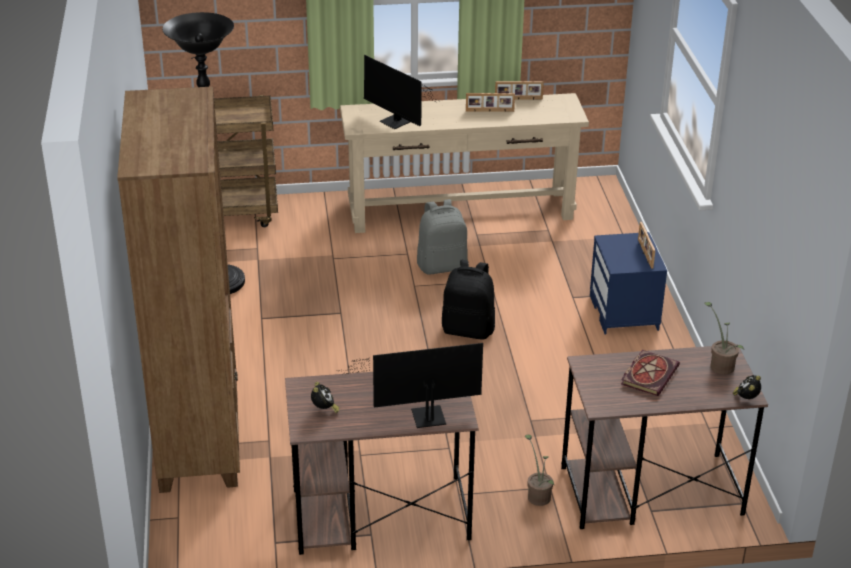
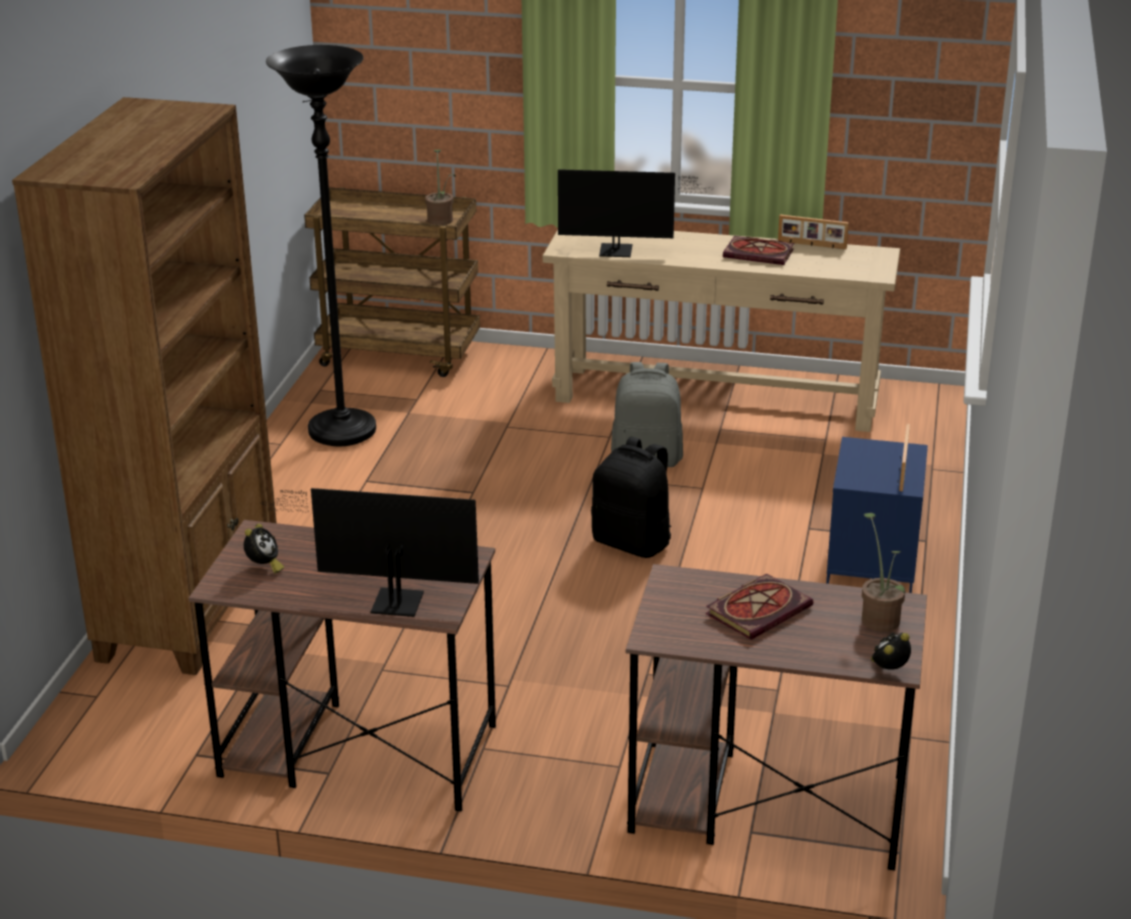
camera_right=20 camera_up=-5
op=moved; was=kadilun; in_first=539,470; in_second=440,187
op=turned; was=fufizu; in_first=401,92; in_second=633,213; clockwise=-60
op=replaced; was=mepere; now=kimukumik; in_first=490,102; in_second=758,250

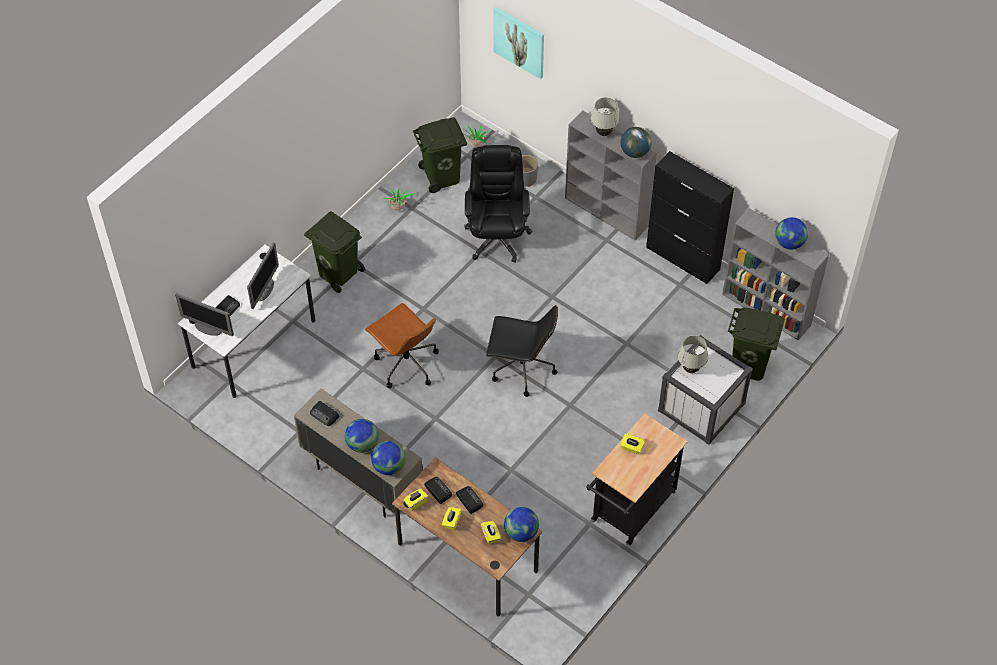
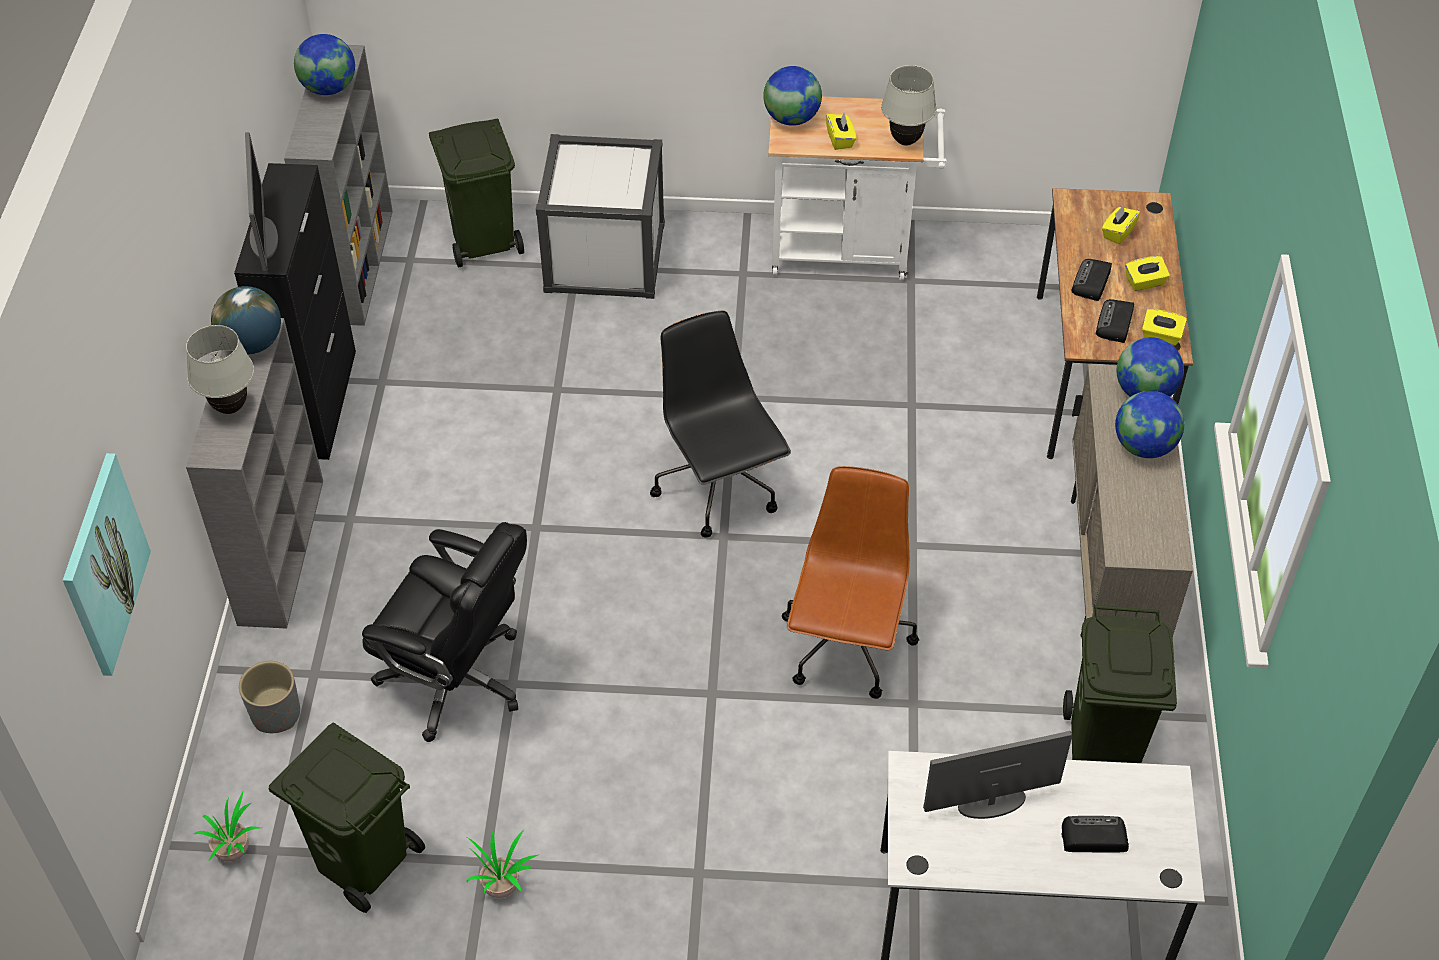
camera_right=-125 camera_up=-5
op=moved; was=fufizu; in_first=204,315; in_second=261,202
op=turned; was=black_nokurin; in_first=498,204; in_second=444,632; clockwise=-120
op=moved; was=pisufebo; in_first=521,524; in_second=792,96
op=recoloured; was=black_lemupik; now=white_lemupik; in_first=637,479; in_second=857,189
op=moved; was=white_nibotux; in_first=693,354; in_second=909,105
op=moved; was=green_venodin; in_first=334,252; in_second=1120,684
op=removed; was=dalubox; in_first=324,413

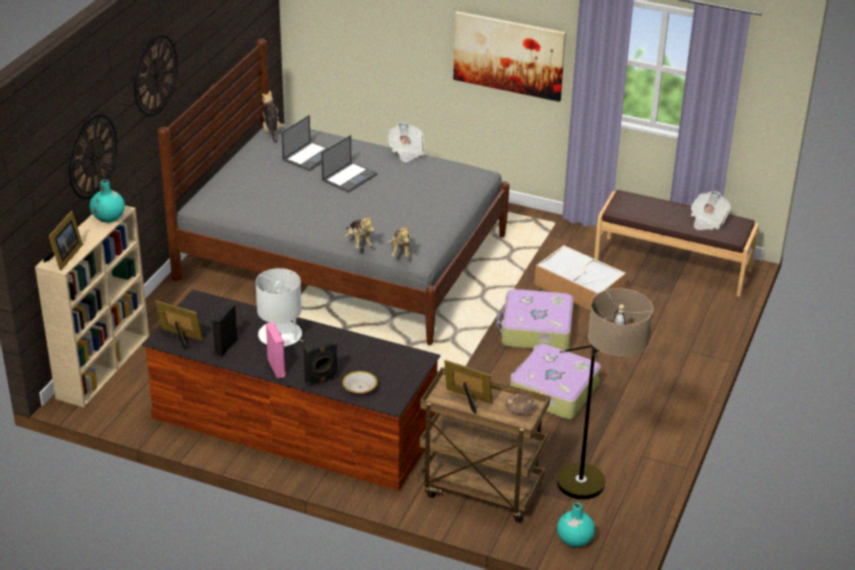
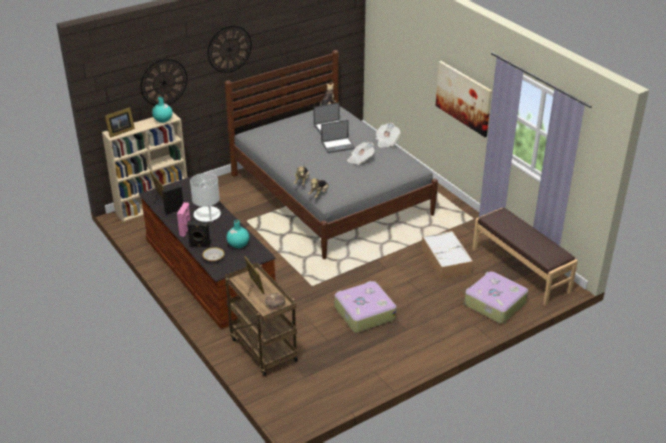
camera_right=35 camera_up=0
op=moved; was=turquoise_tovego; in_first=576,524; in_second=238,234
op=moved; was=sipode; in_first=711,210; in_second=361,153
op=moved; was=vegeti; in_first=535,319; in_second=496,297
op=removed; was=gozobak; in_first=605,393

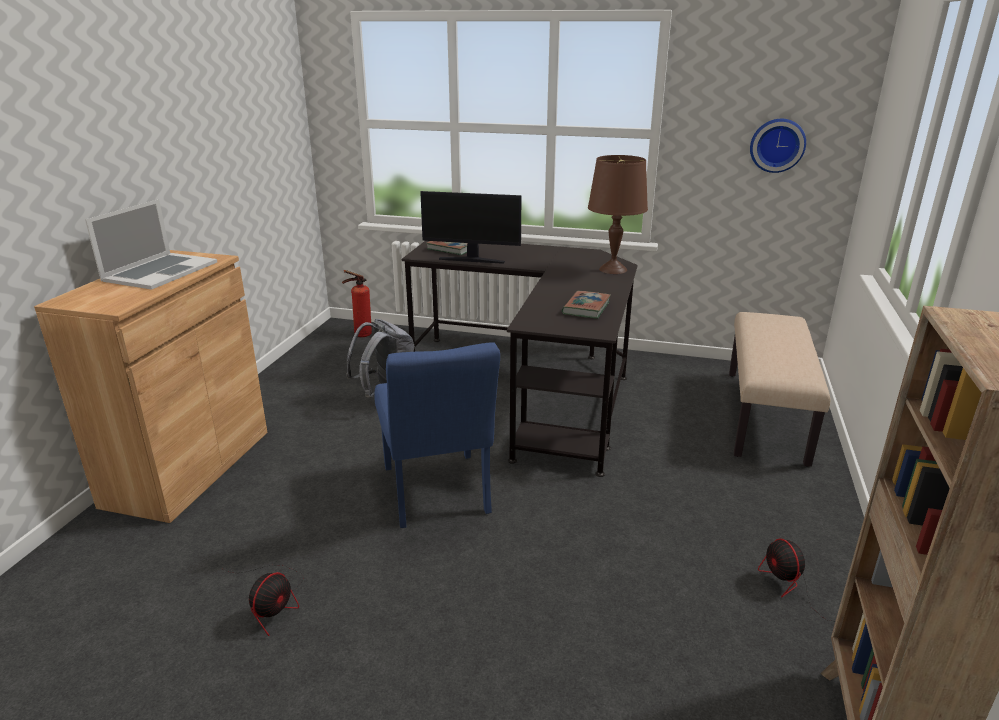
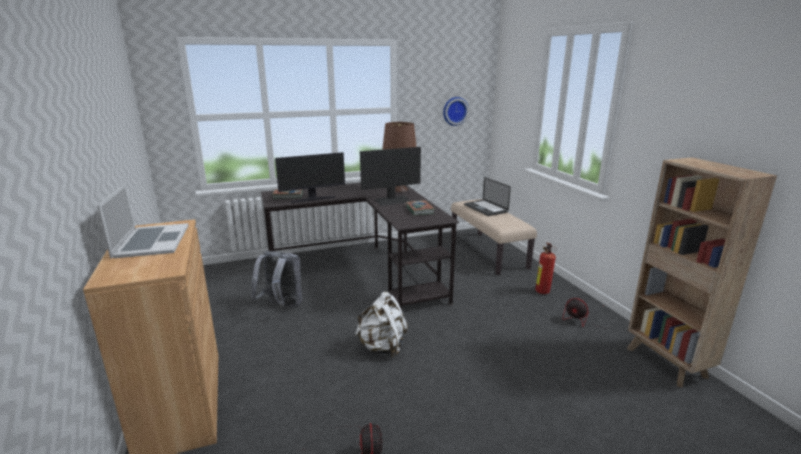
camera_right=-35 camera_up=-5
op=replaced; was=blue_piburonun; now=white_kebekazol; in_first=437,435; in_second=381,324
op=added; now=fufizu; in_second=390,176
op=added; now=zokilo; in_second=487,196
op=moved; was=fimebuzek; in_first=357,303; in_second=546,268

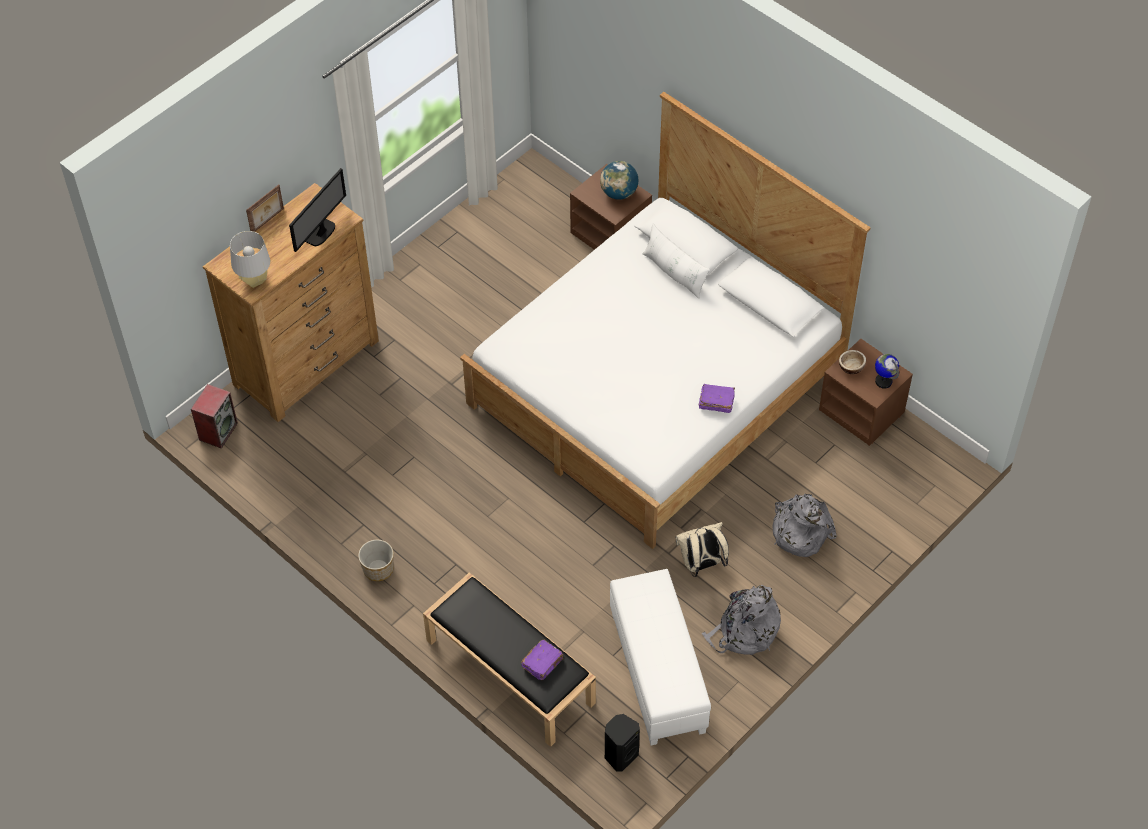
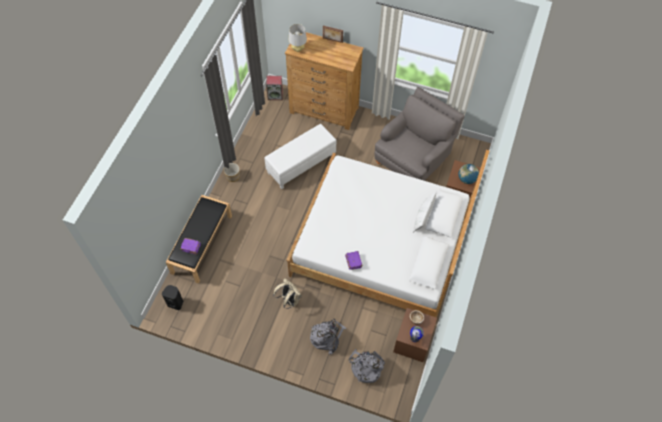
camera_right=65 camera_up=5
op=moved; was=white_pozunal; in_first=660,657; in_second=300,156
op=moved; was=grey_kebekazol; in_first=741,620; in_second=367,366
op=added; now=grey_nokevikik; in_second=419,134
op=removed; was=fufizu; in_first=317,210

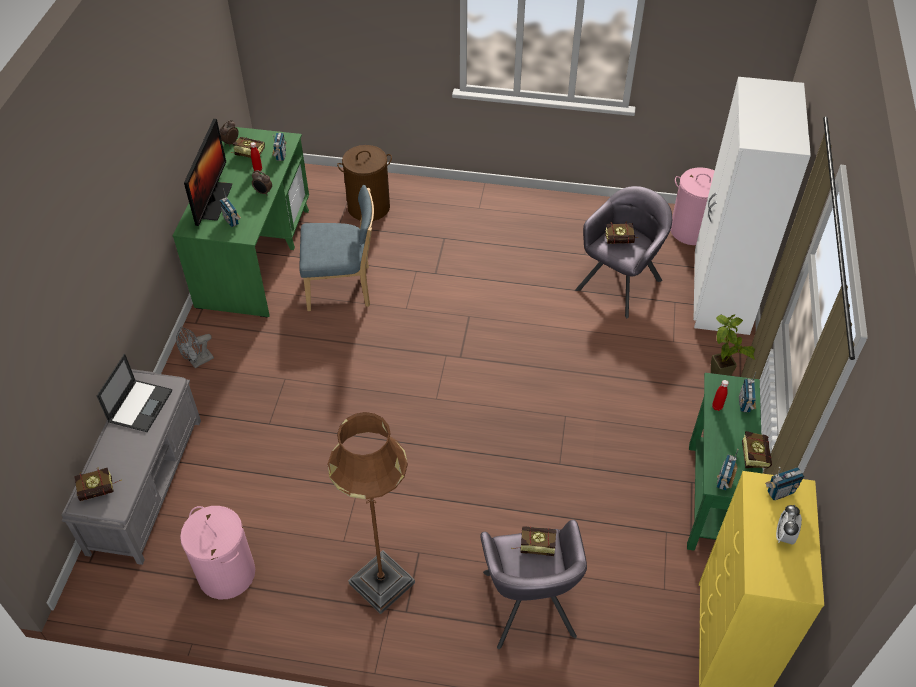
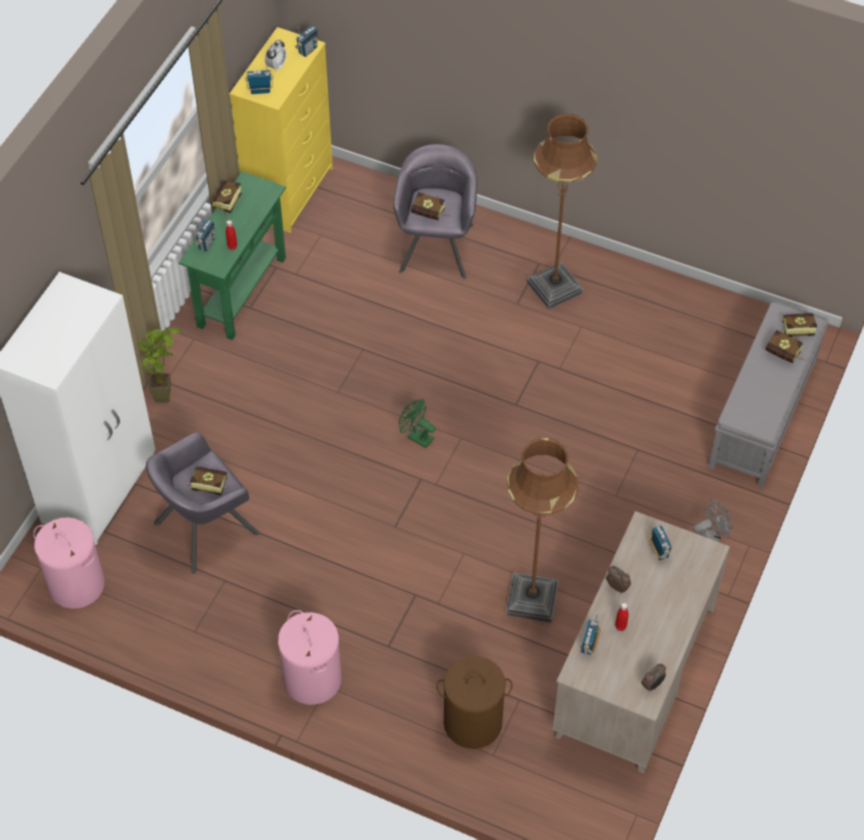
camera_right=-165 camera_up=5
op=moved; was=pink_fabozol; in_first=217,552; in_second=309,657
op=moved; was=dalubox; in_first=728,469; in_second=306,41
op=added; now=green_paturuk; in_second=416,423
op=replaced; was=blue_piburonun; now=brown_gozobak; in_first=336,248; in_second=542,530
op=recoloured; was=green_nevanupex; now=beige_nevanupex; in_first=240,222; in_second=641,642
op=moved; was=kimukumik; in_first=247,147; in_second=785,346
op=removed; was=zokilo; in_first=134,393
op=removed; was=fufizu; in_first=208,172

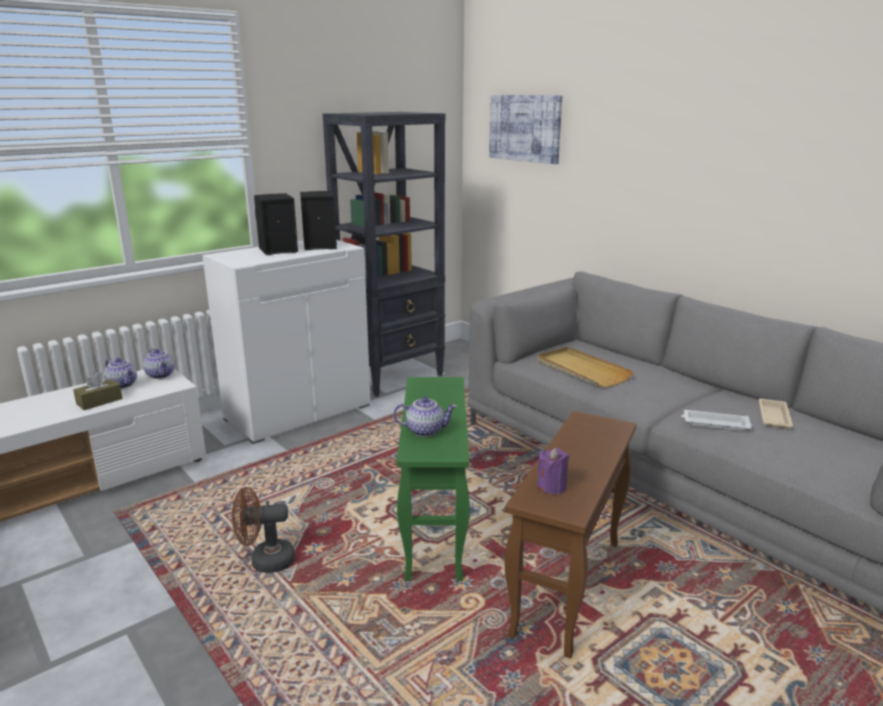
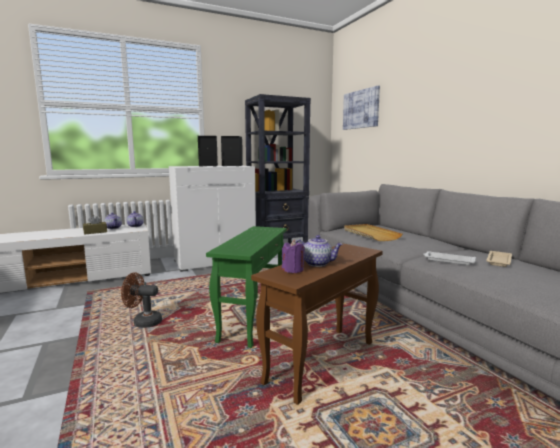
camera_right=15 camera_up=-10
op=moved; was=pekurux; in_first=425,417; in_second=319,251

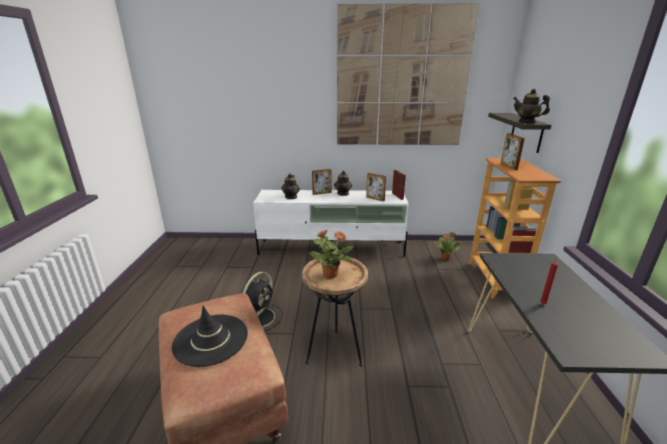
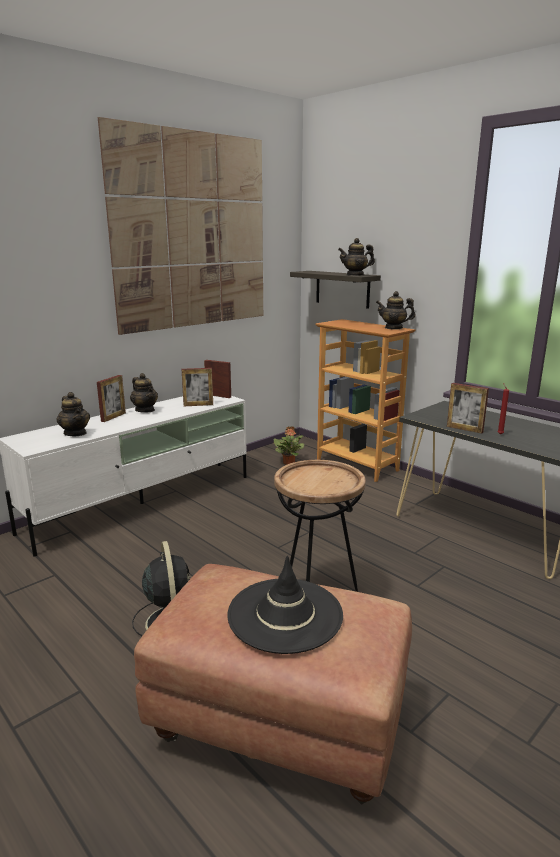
camera_right=-45 camera_up=-5
op=added; now=pekurux; in_second=395,310
op=moved; was=mepere; in_first=512,152; in_second=468,408
op=removed; was=kadilun; in_first=330,254

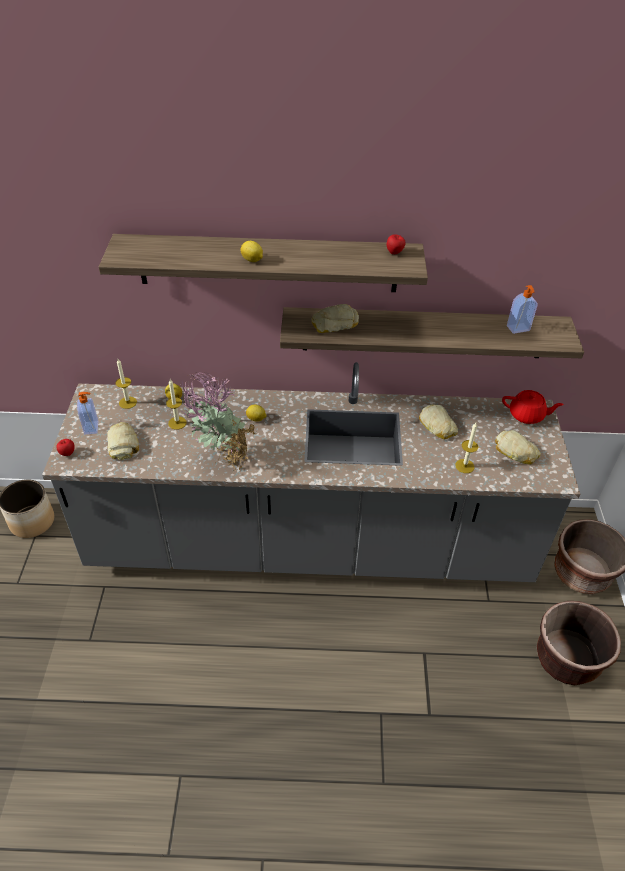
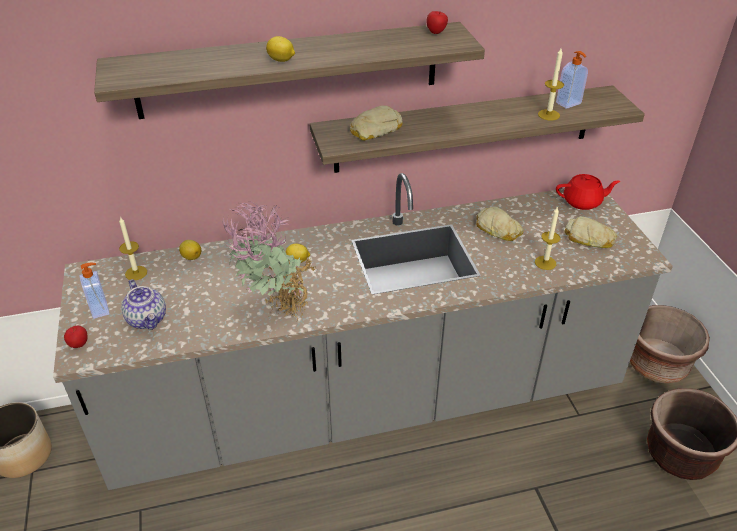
camera_right=-15 camera_up=-5
op=replaced; was=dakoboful; now=pekurux; in_first=123,441; in_second=143,304
op=moved; was=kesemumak; in_first=176,404; in_second=551,84

